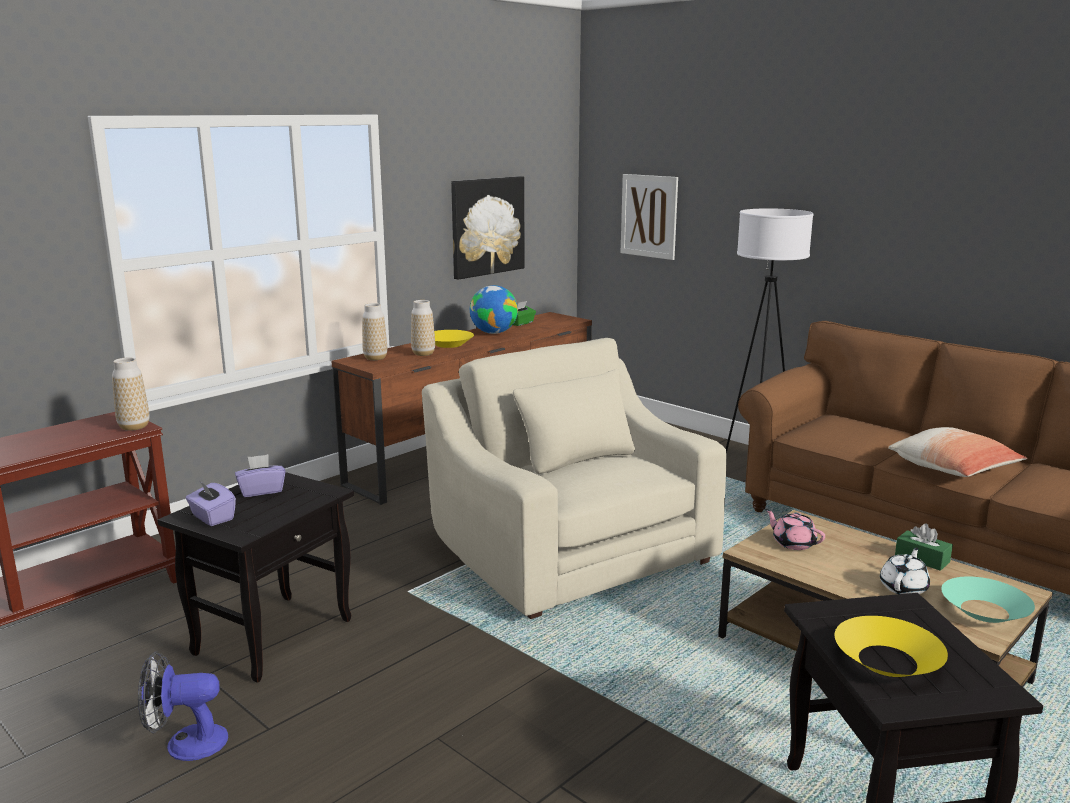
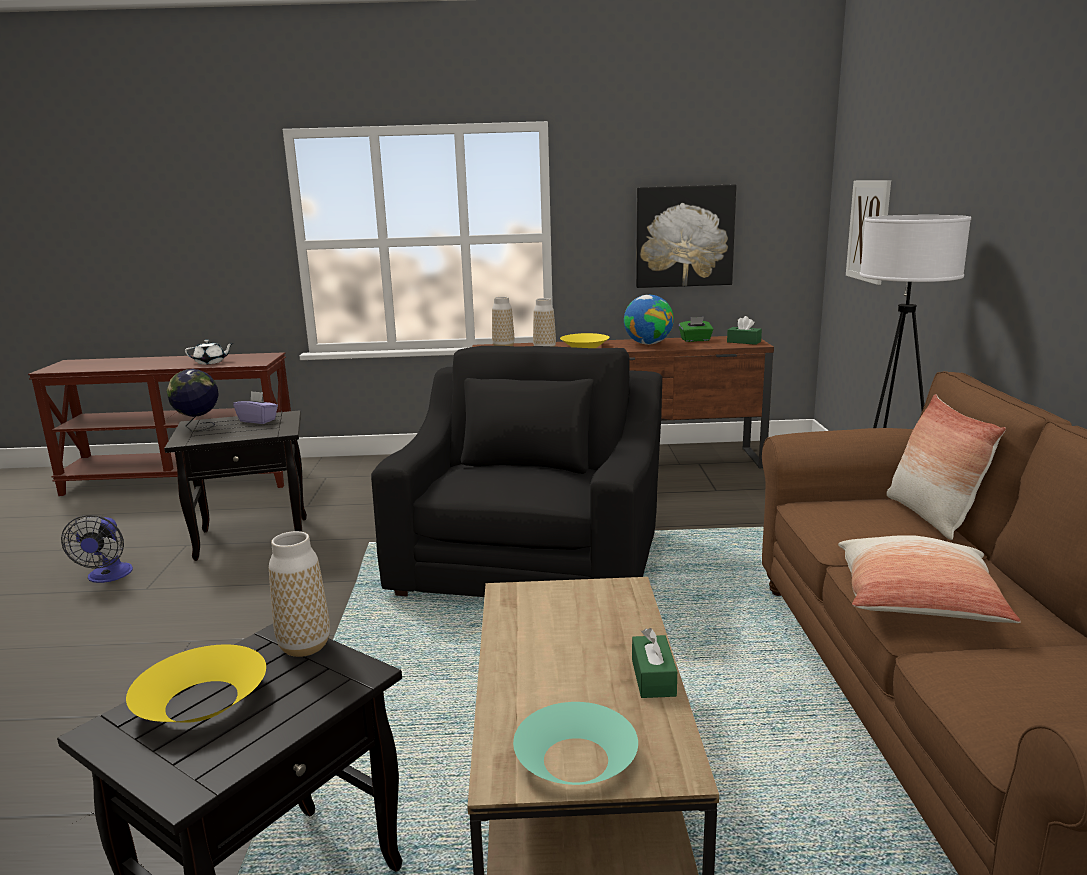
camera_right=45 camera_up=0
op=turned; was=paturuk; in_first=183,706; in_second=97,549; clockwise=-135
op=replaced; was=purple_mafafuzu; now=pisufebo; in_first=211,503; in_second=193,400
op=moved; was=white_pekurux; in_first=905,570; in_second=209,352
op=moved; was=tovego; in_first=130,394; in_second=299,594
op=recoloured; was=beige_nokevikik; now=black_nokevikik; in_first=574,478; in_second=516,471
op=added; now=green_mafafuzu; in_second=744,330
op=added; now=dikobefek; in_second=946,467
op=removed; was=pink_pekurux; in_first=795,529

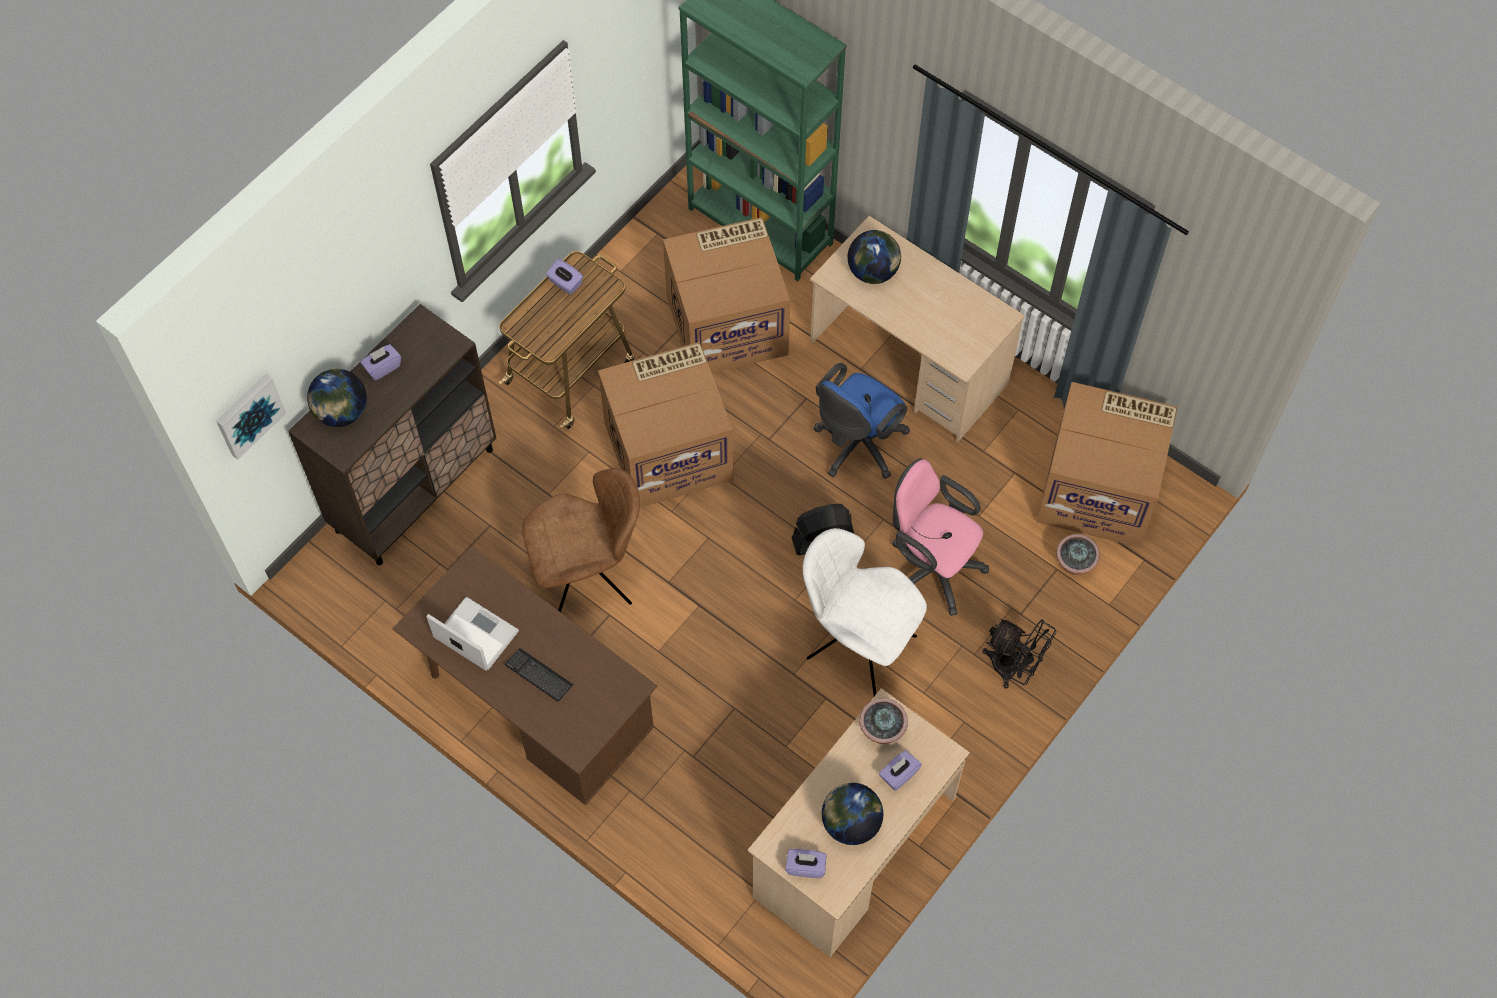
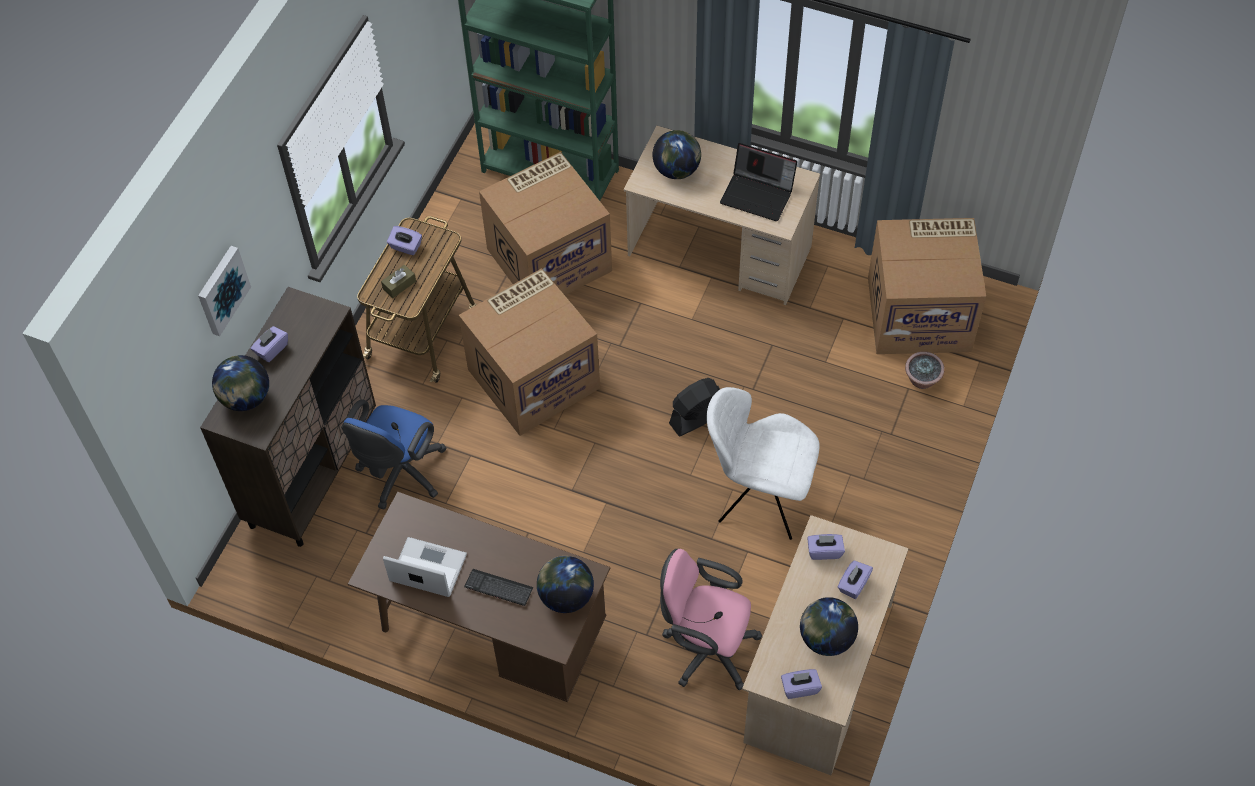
camera_right=-15 camera_up=-5
op=moved; was=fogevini; in_first=251,417; in_second=224,291
op=moved; was=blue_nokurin; in_first=862,421; in_second=394,454
op=added; now=brown_mafafuzu; in_second=398,281
op=added; now=pisufebo; in_second=565,584
op=moved; was=pink_nokurin; in_first=940,537; in_second=711,619
op=added; now=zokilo; in_second=758,182
op=replaced; was=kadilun; now=purple_mafafuzu; in_first=883,721; in_second=826,547
op=removed; was=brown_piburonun; in_first=581,540
op=removed; was=black_paturuk; in_first=1019,654

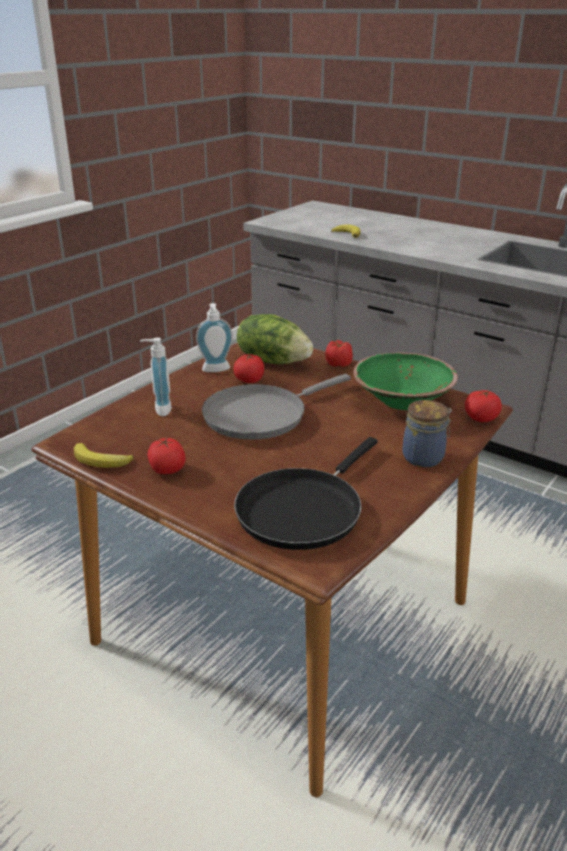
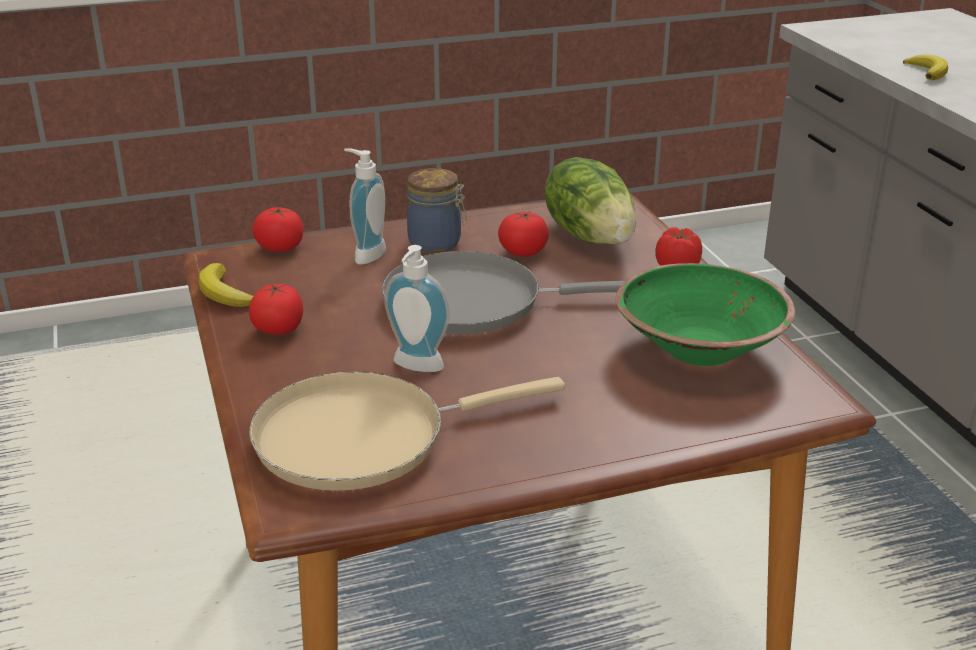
camera_right=35 camera_up=0
op=recoloured; was=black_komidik; now=beige_komidik; in_first=306,493; in_second=407,431
op=moved; was=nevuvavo; in_first=483,406; in_second=277,229
op=moved; was=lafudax; in_first=214,337; in_second=417,308
op=moved; was=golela; in_first=427,433; in_second=437,210

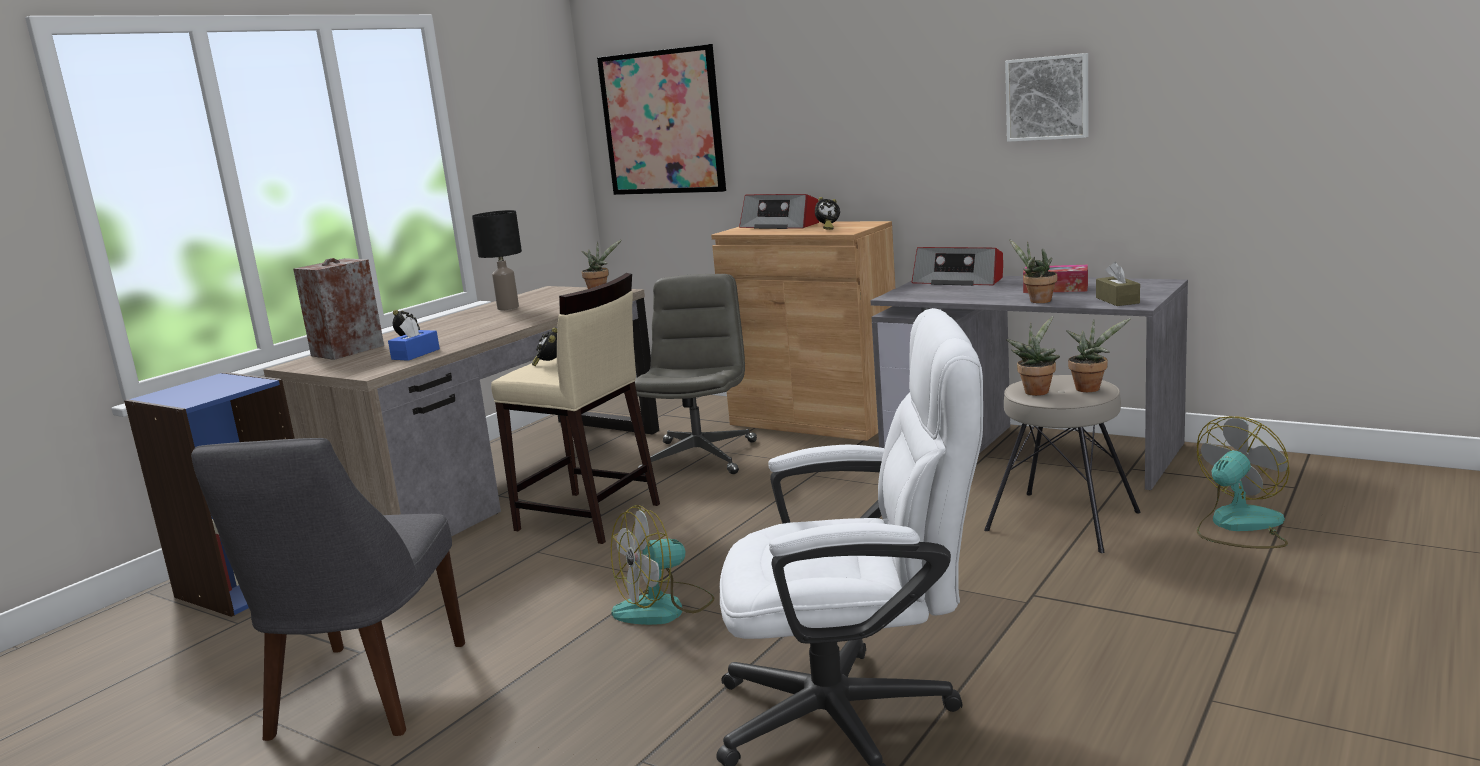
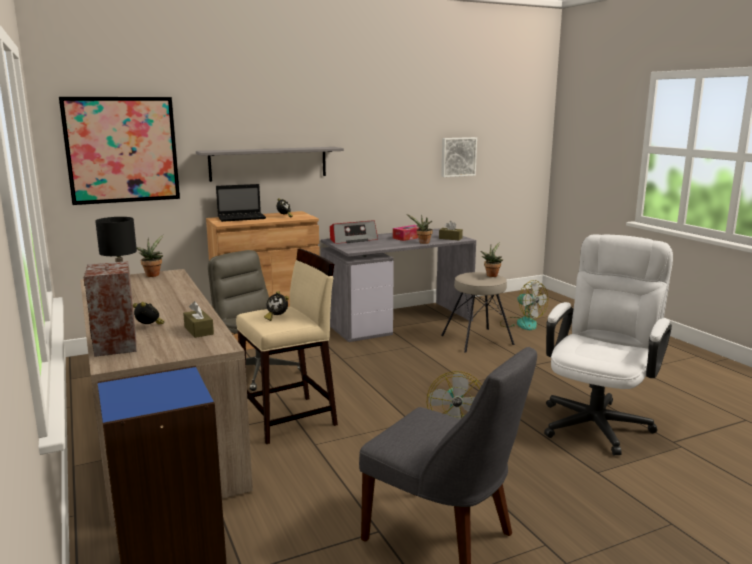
camera_right=-60 camera_up=0
op=recoloured; was=blue_mafafuzu; now=brown_mafafuzu; in_first=414,339; in_second=198,319
op=added; now=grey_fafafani; in_second=270,164
op=replaced; was=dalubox; now=zokilo; in_first=779,211; in_second=241,203
op=moved; was=fogevini; in_first=1047,97; in_second=459,157
op=turned; was=paturuk; in_first=1243,482; in_second=524,305; clockwise=150
op=removed; was=kadilun; in_first=1033,356

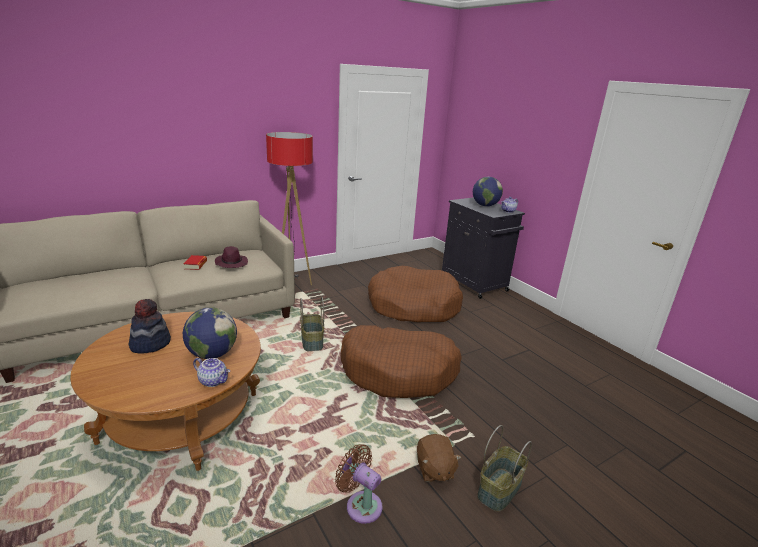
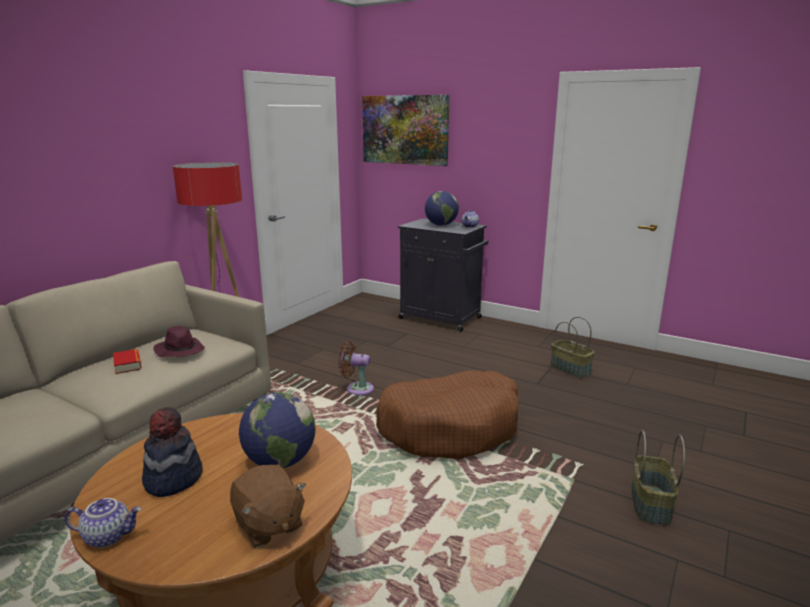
camera_right=-25 camera_up=-5
op=moved; was=pekurux; in_first=211,372; in_second=102,523
op=moved; was=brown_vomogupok; in_first=439,458; in_second=268,506
op=moved; was=brown_paturuk; in_first=359,484; in_second=356,368
op=added; now=fogevini; in_second=406,130
op=moved; was=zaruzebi; in_first=312,324; in_second=572,347
op=removed; was=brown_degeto; in_first=415,294

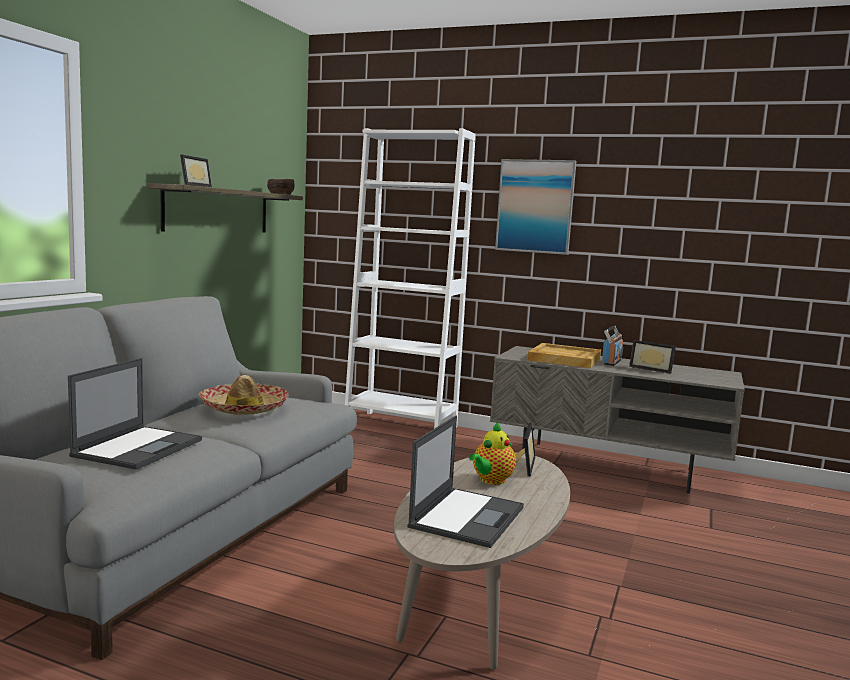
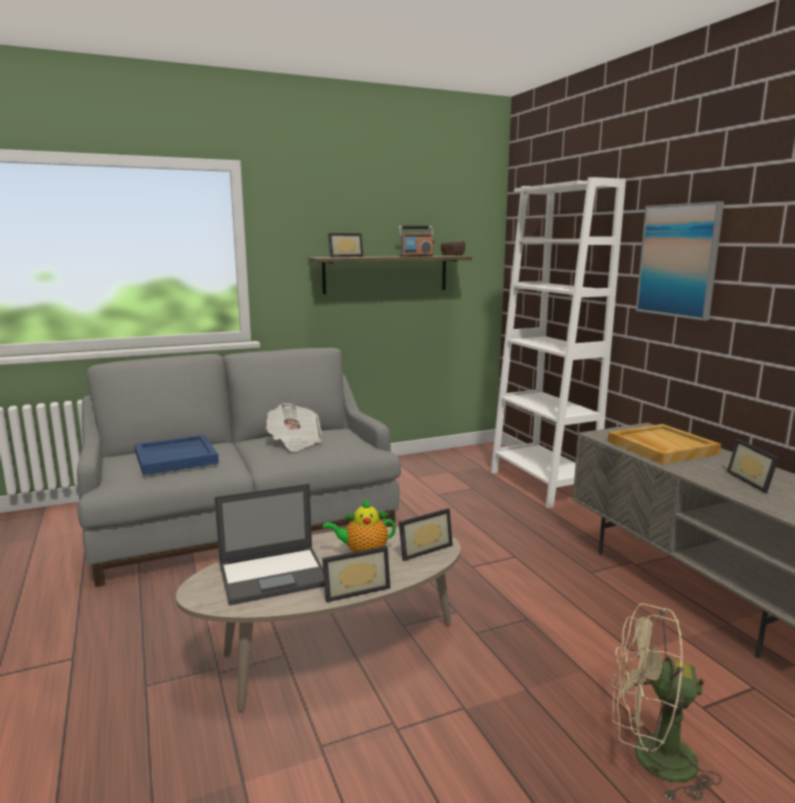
camera_right=45 camera_up=5
op=replaced; was=zokilo; now=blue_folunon; in_first=135,414; in_second=177,455
op=replaced; was=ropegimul; now=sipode; in_first=243,395; in_second=294,427
op=added; now=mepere; in_second=356,574
op=moved; was=dalubox; in_first=612,346; in_second=416,241
op=added; now=beige_paturuk; in_second=666,702

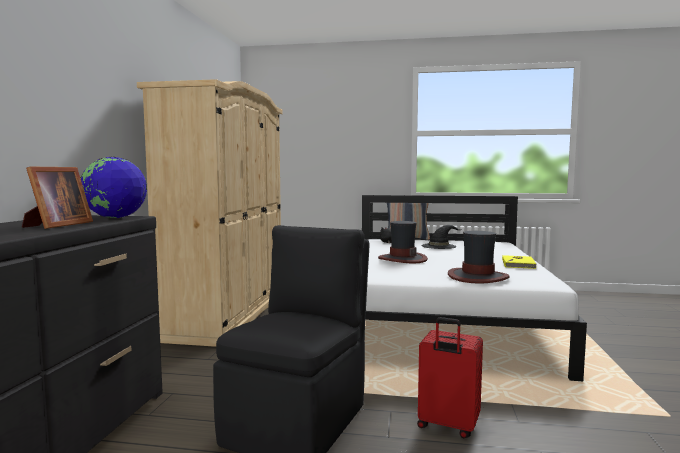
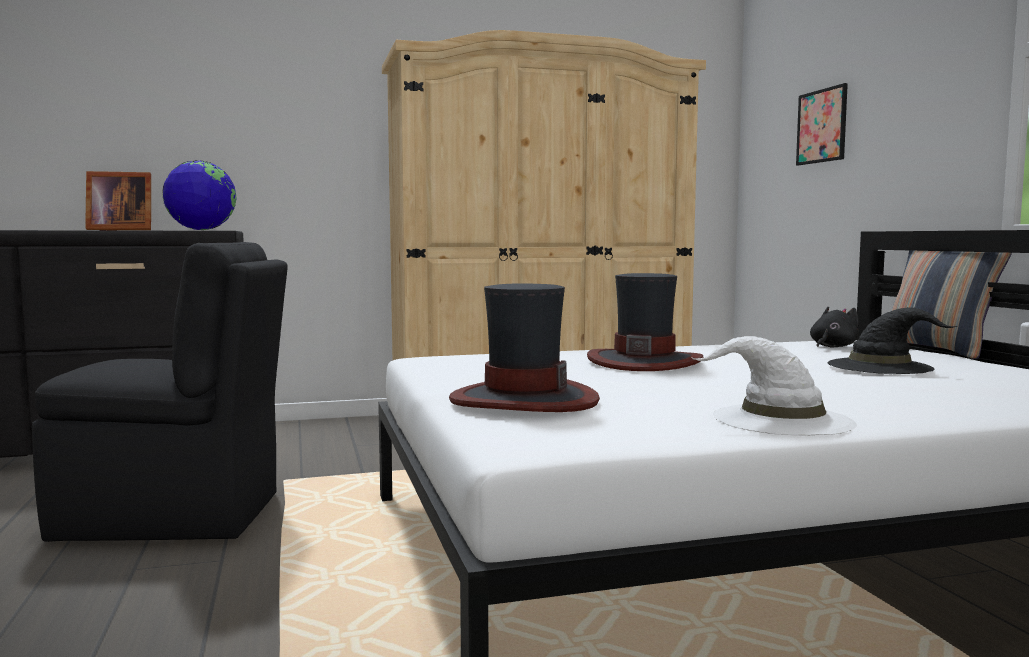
camera_right=65 camera_up=0
op=replaced; was=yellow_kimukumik; now=white_ropegimul; in_first=519,262; in_second=773,386
op=added; now=fogevini; in_second=822,124
op=removed; was=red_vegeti; in_first=450,377

